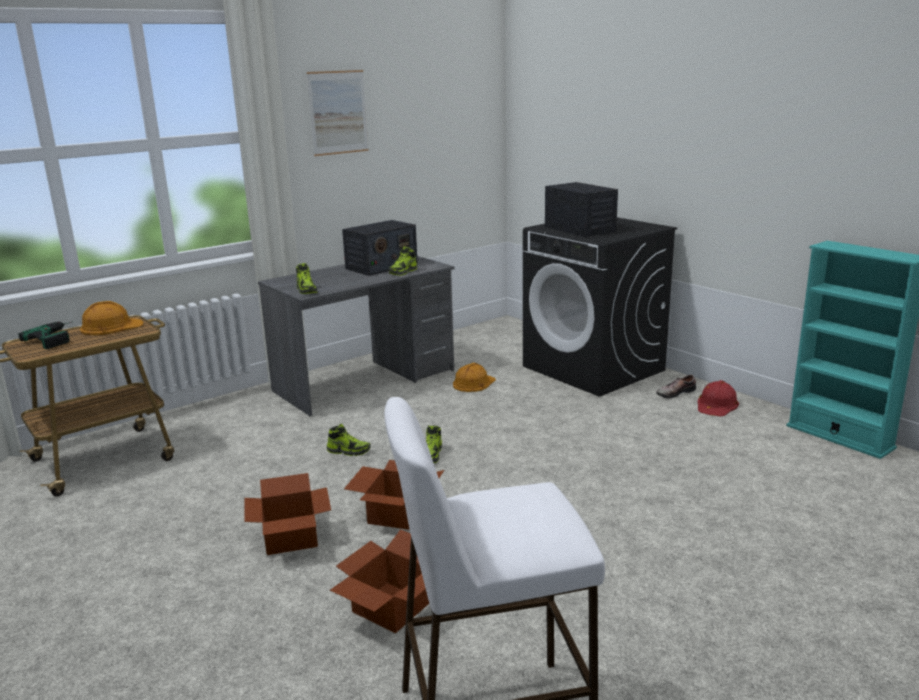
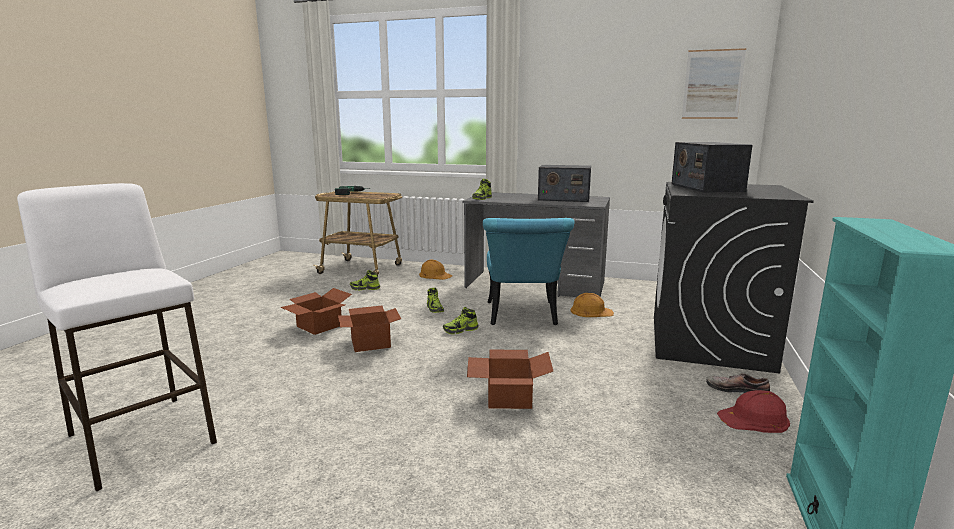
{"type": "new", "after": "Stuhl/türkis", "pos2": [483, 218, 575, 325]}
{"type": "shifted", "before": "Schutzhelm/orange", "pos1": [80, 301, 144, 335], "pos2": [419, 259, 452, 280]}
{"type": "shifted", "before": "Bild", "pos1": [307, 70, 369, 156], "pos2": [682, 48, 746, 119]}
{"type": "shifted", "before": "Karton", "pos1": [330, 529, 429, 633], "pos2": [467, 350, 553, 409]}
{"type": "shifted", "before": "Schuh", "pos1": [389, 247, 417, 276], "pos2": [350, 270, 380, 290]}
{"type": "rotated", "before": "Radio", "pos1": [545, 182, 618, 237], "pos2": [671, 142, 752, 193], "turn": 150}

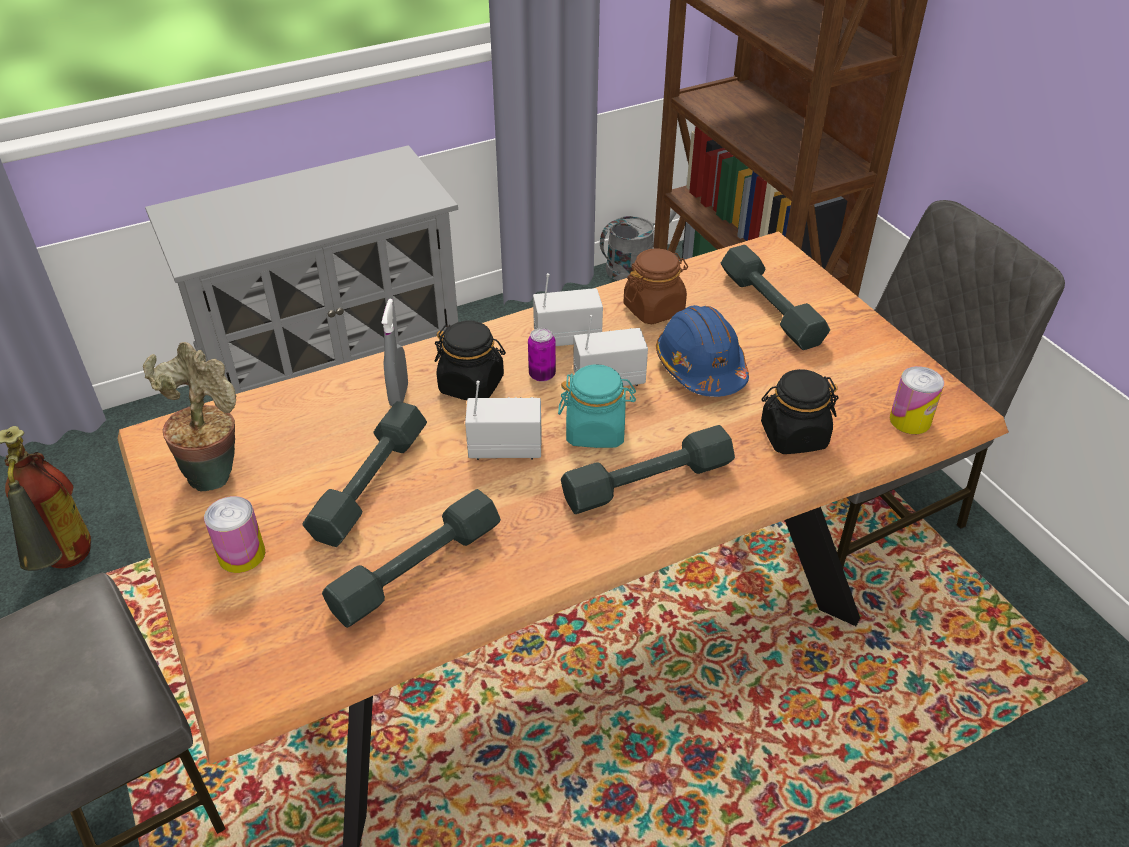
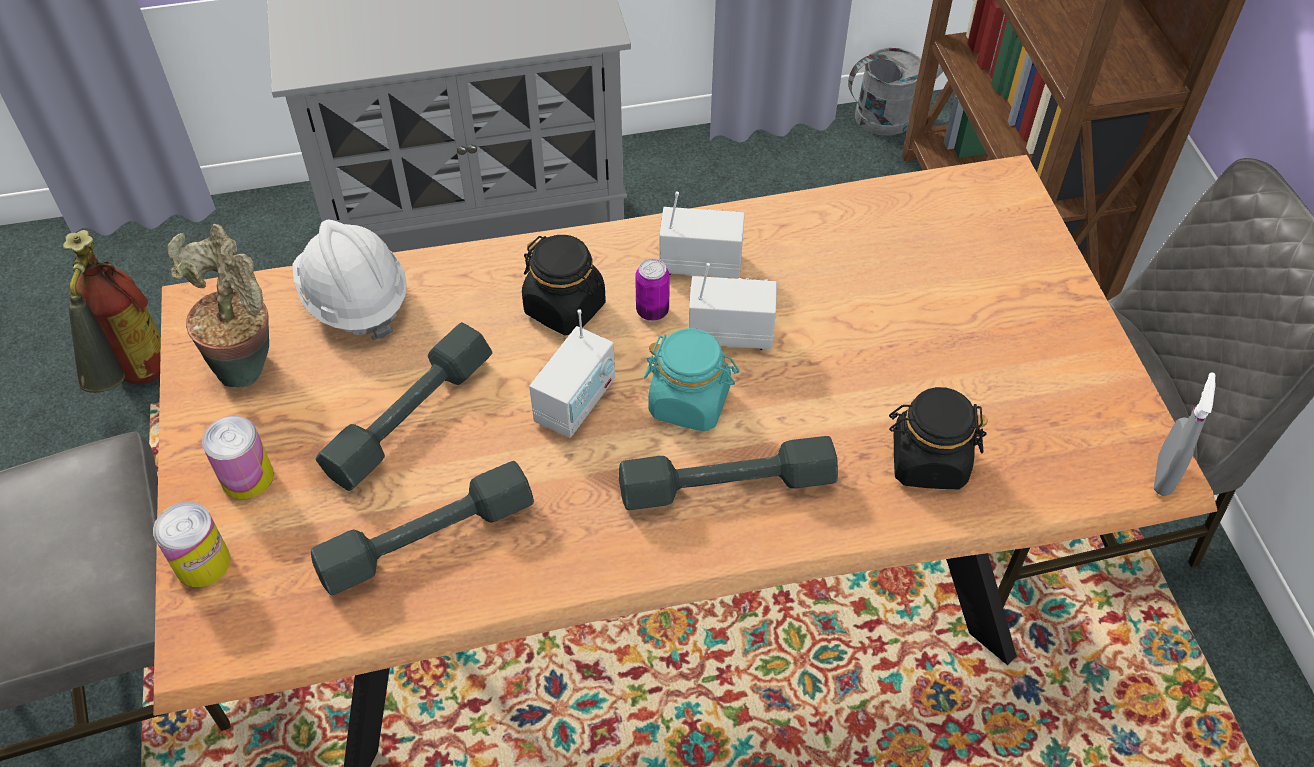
{"type": "gone", "before": "Vorratsglas/braun", "pos1": [623, 248, 688, 324]}
{"type": "gone", "before": "Schutzhelm/blau", "pos1": [656, 305, 749, 397]}
{"type": "gone", "before": "Hantel/grau", "pos1": [721, 245, 830, 350]}
{"type": "new", "after": "Schutzhelm/weiß", "pos2": [292, 219, 407, 340]}
{"type": "shifted", "before": "Sprühflasche/grau", "pos1": [382, 299, 408, 406], "pos2": [1154, 373, 1216, 496]}
{"type": "shifted", "before": "Dose", "pos1": [890, 366, 944, 434], "pos2": [153, 502, 231, 587]}
{"type": "rotated", "before": "Radio", "pos1": [465, 381, 542, 460], "pos2": [529, 309, 615, 438], "turn": 105}

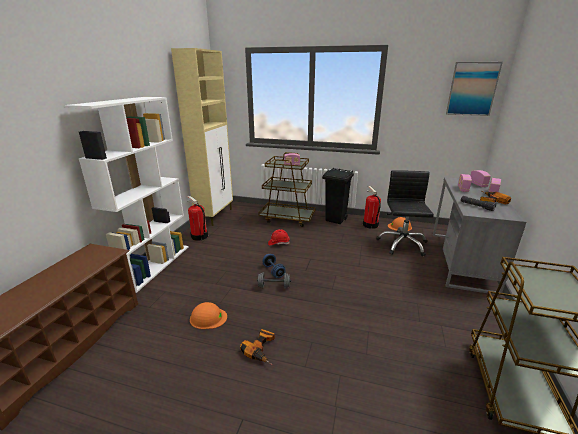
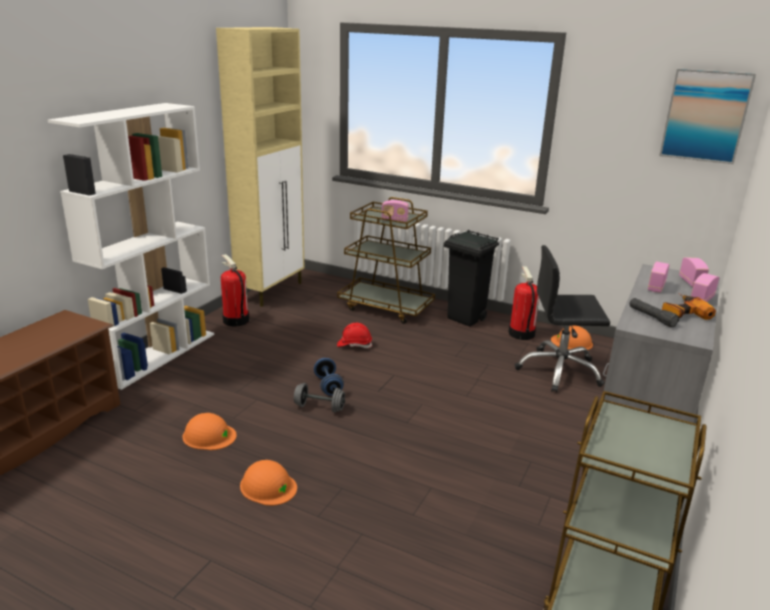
{"type": "swapped", "before": "Bohrmaschine", "after": "Schutzhelm/orange", "pos1": [240, 329, 275, 365], "pos2": [240, 460, 297, 506]}
{"type": "rotated", "before": "Bürostuhl/schwarz", "pos1": [376, 170, 434, 256], "pos2": [515, 245, 610, 393], "turn": -105}

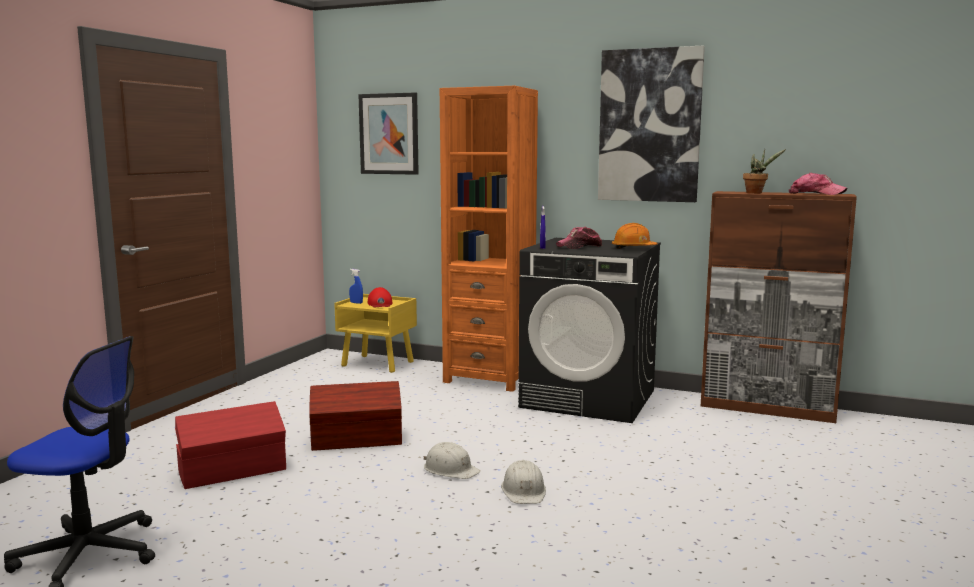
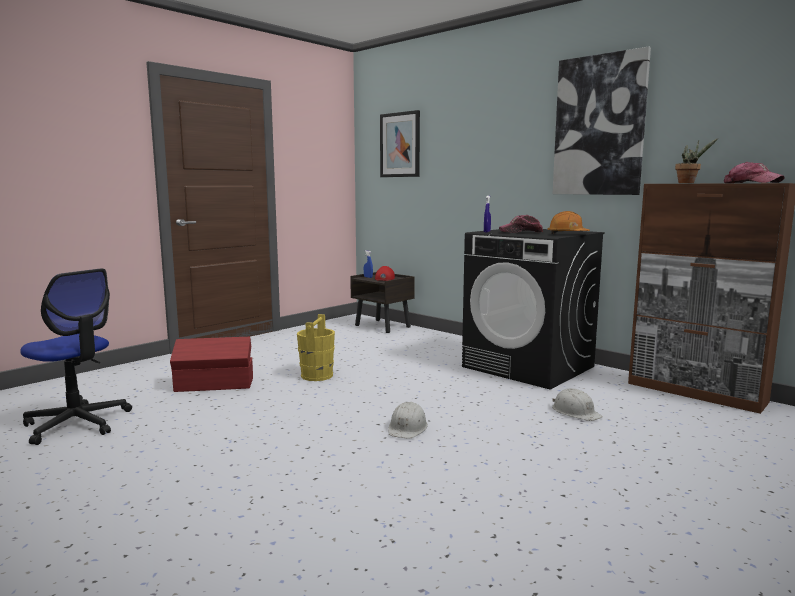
{"type": "gone", "before": "Bücherregal/orange", "pos1": [440, 86, 538, 392]}
{"type": "shifted", "before": "Schutzhelm/weiß", "pos1": [424, 442, 480, 479], "pos2": [552, 388, 603, 421]}
{"type": "swapped", "before": "Aufbewahrungsbox/braun", "after": "Eimer/gelb", "pos1": [309, 381, 402, 451], "pos2": [297, 314, 335, 381]}
{"type": "repainted", "before": "Nachttisch/gelb", "after": "Nachttisch/braun", "pos1": [334, 294, 417, 373], "pos2": [350, 272, 415, 333]}

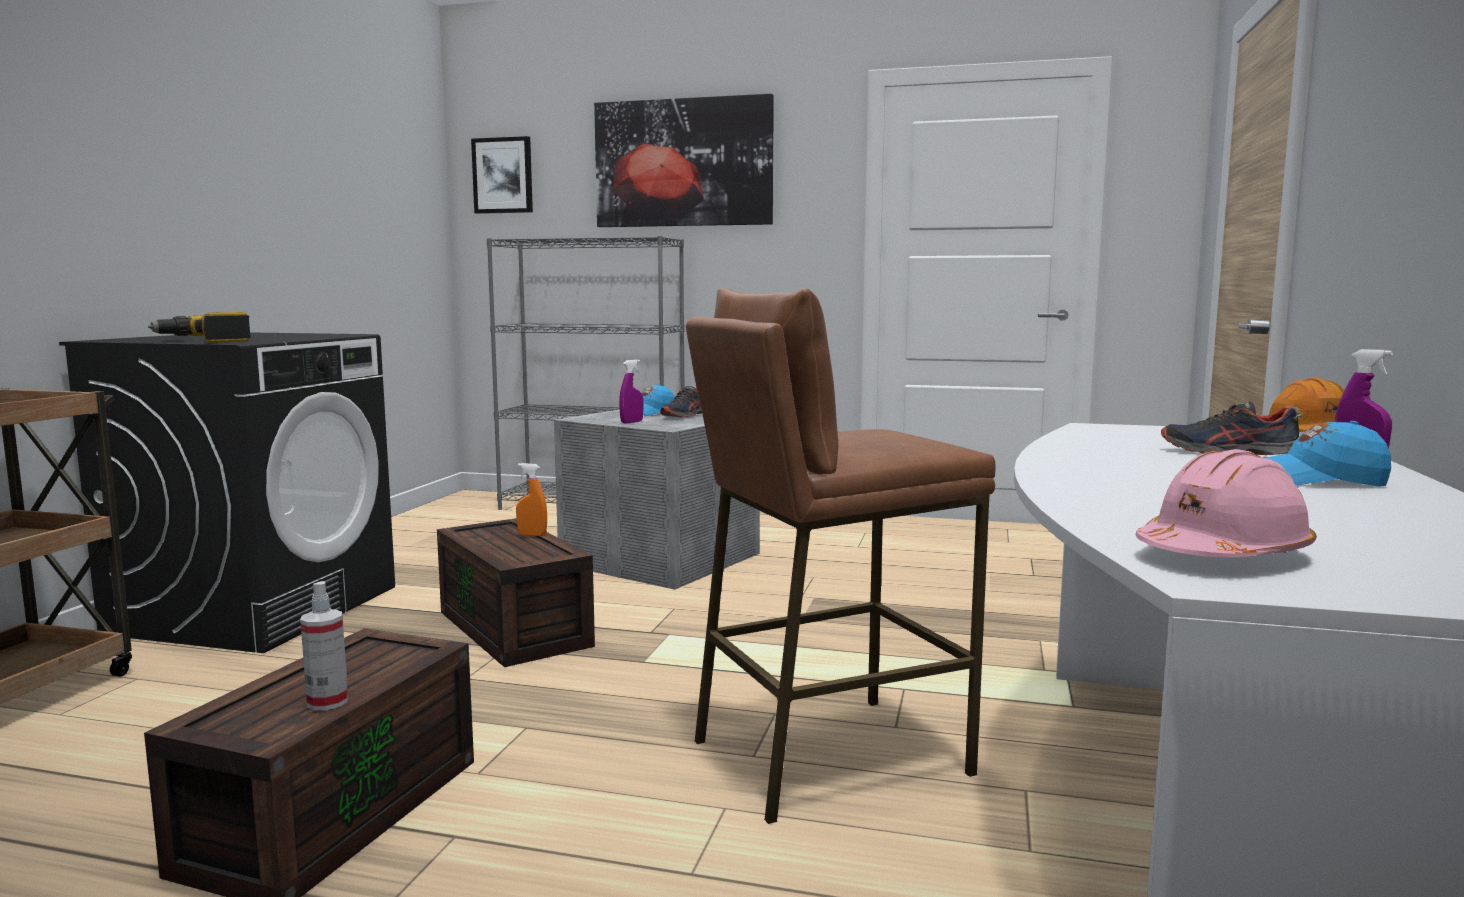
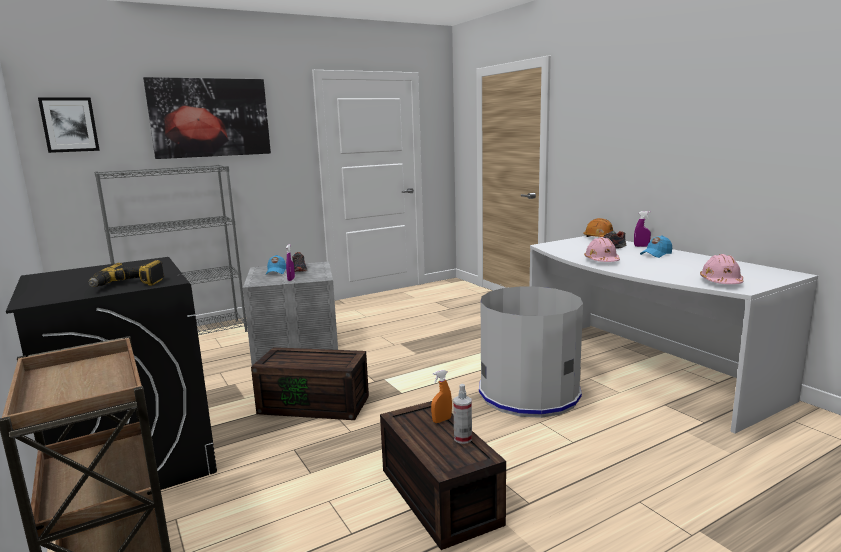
{"type": "new", "after": "Schutzhelm/rosa", "pos2": [584, 237, 620, 262]}
{"type": "shifted", "before": "Sprühflasche/orange", "pos1": [516, 463, 547, 536], "pos2": [431, 369, 452, 423]}
{"type": "swapped", "before": "Hocker/braun", "after": "Mülleimer/grau", "pos1": [686, 288, 995, 824], "pos2": [479, 286, 583, 418]}

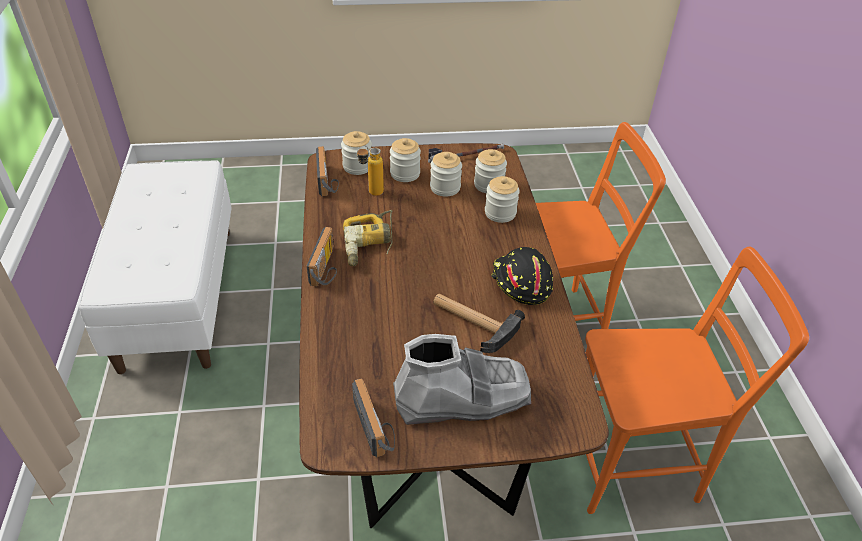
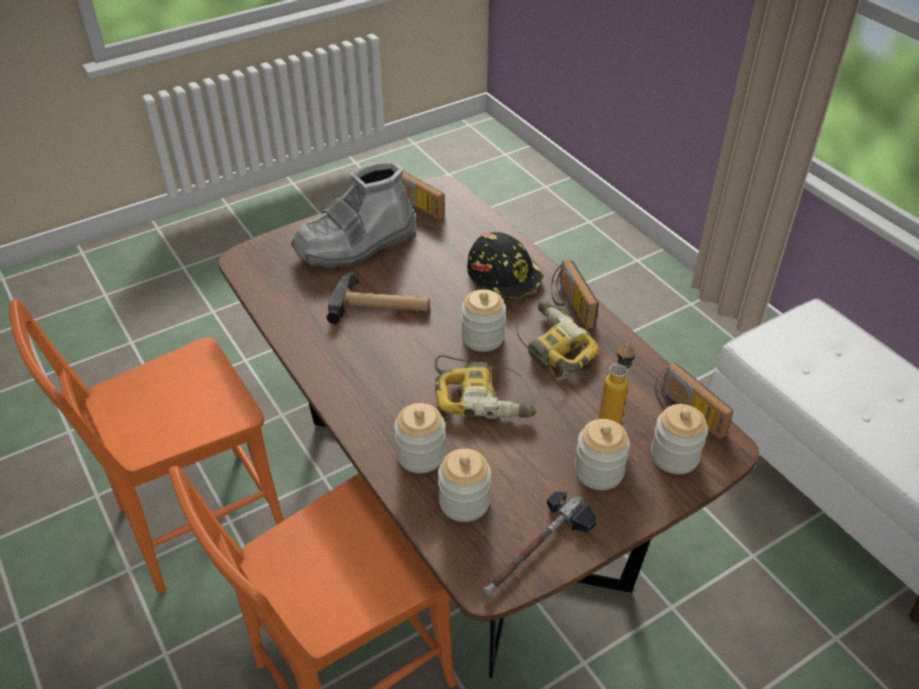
{"type": "new", "after": "Bohrmaschine", "pos2": [435, 355, 537, 419]}
{"type": "shifted", "before": "Vorratsglas", "pos1": [430, 152, 462, 197], "pos2": [461, 289, 506, 352]}
{"type": "shifted", "before": "Schutzhelm/schwarz", "pos1": [491, 247, 553, 305], "pos2": [467, 232, 544, 302]}

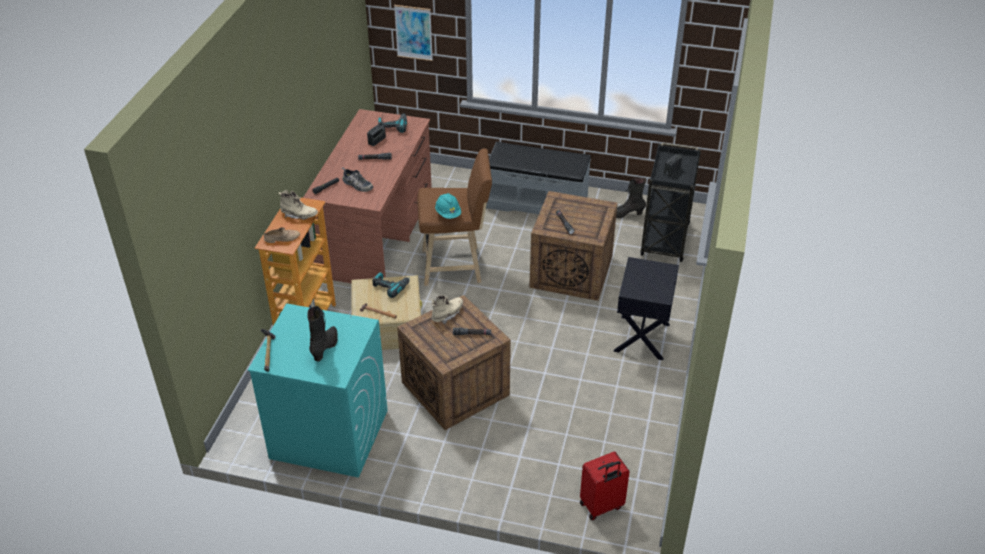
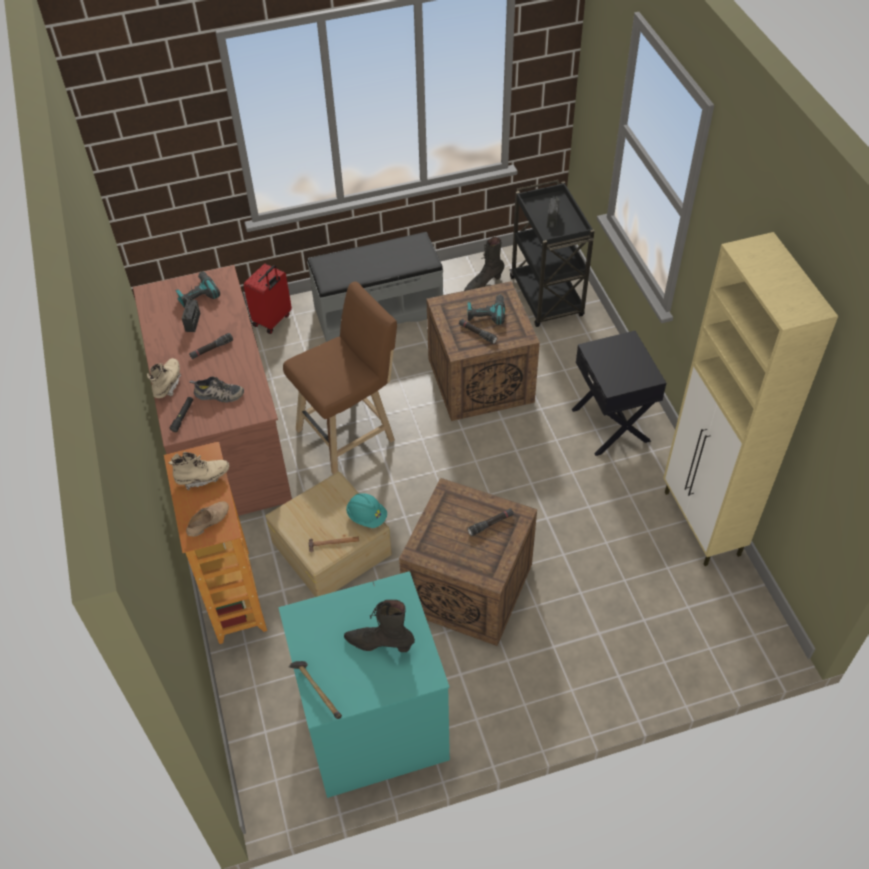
{"type": "gone", "before": "Bild", "pos1": [394, 5, 433, 61]}
{"type": "new", "after": "Schrank/beige", "pos2": [663, 232, 838, 566]}
{"type": "shifted", "before": "Bohrmaschine", "pos1": [373, 272, 410, 298], "pos2": [467, 294, 505, 325]}
{"type": "shifted", "before": "Stiefel/beige", "pos1": [432, 295, 463, 324], "pos2": [147, 358, 182, 398]}
{"type": "shifted", "before": "Schutzhelm/türkis", "pos1": [435, 193, 461, 219], "pos2": [346, 493, 387, 528]}
{"type": "shifted", "before": "Koffer/rot", "pos1": [580, 451, 630, 520], "pos2": [243, 264, 292, 334]}
{"type": "rotated", "before": "Stiefel/schwarz", "pos1": [307, 305, 338, 362], "pos2": [344, 600, 415, 652], "turn": -60}

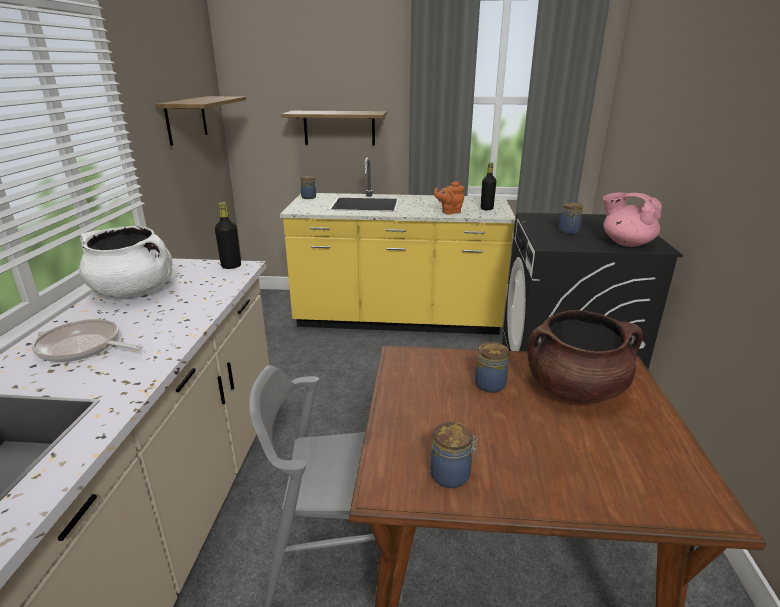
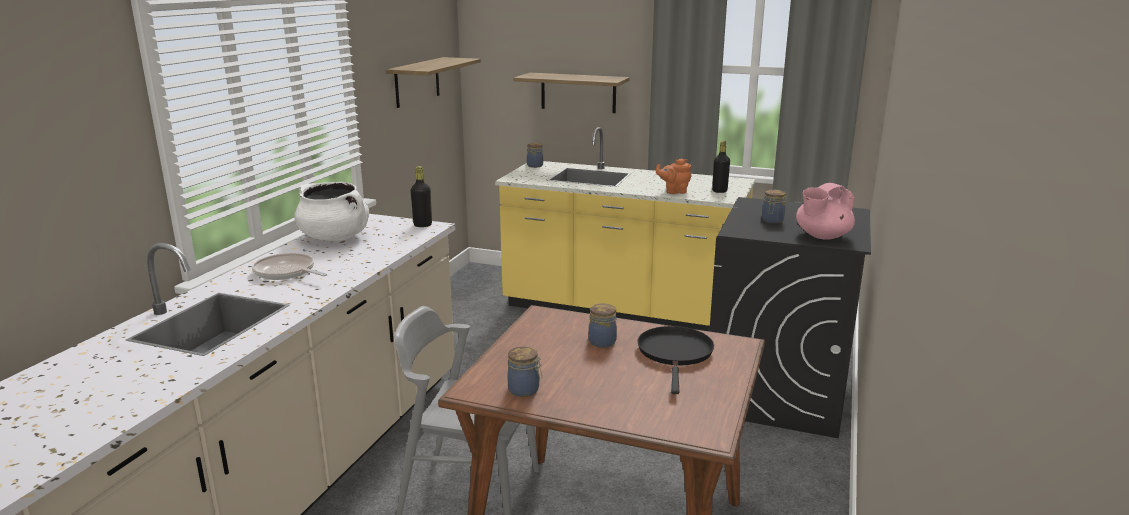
{"type": "swapped", "before": "Kochtopf/braun", "after": "Pfanne/schwarz", "pos1": [528, 310, 643, 403], "pos2": [637, 326, 714, 394]}
{"type": "rotated", "before": "Teekanne/rosa", "pos1": [603, 192, 662, 247], "pos2": [796, 183, 855, 240], "turn": -90}

